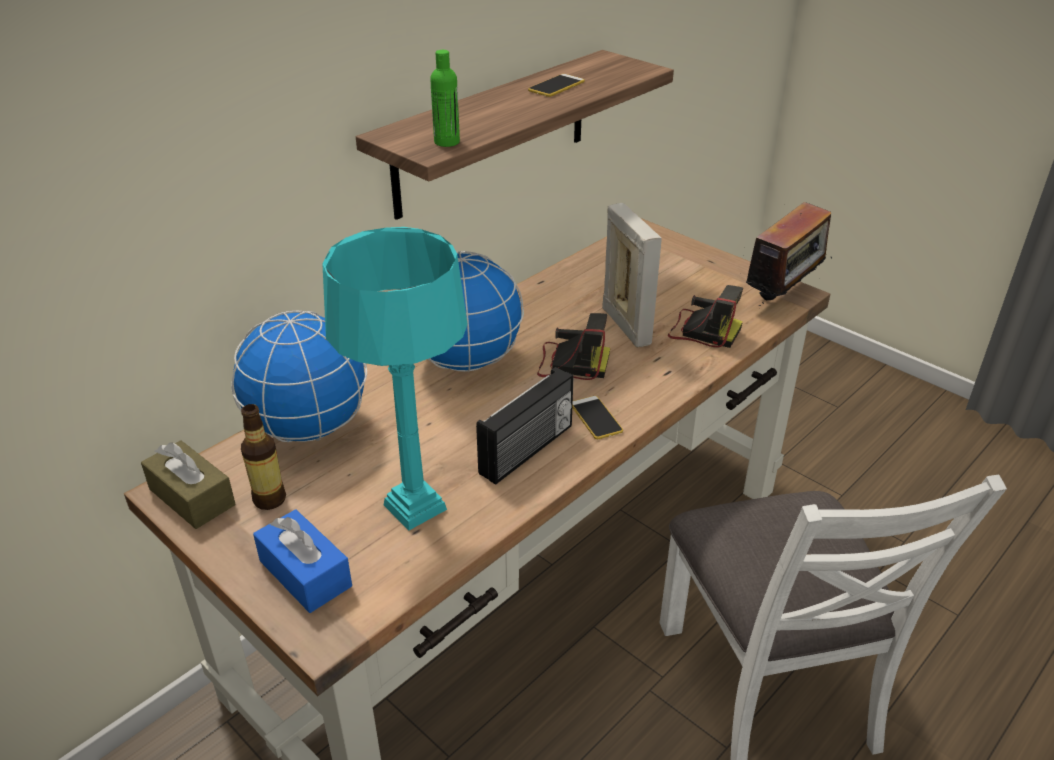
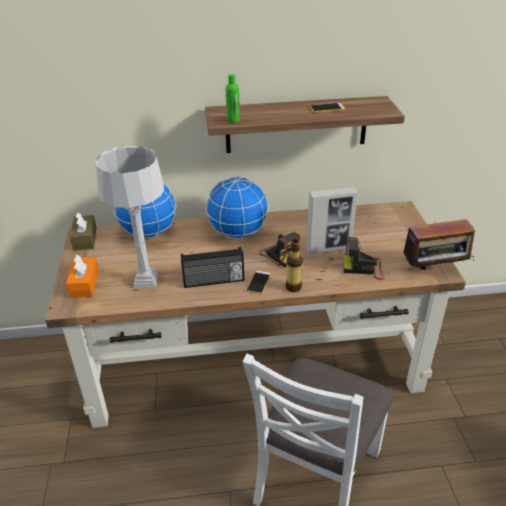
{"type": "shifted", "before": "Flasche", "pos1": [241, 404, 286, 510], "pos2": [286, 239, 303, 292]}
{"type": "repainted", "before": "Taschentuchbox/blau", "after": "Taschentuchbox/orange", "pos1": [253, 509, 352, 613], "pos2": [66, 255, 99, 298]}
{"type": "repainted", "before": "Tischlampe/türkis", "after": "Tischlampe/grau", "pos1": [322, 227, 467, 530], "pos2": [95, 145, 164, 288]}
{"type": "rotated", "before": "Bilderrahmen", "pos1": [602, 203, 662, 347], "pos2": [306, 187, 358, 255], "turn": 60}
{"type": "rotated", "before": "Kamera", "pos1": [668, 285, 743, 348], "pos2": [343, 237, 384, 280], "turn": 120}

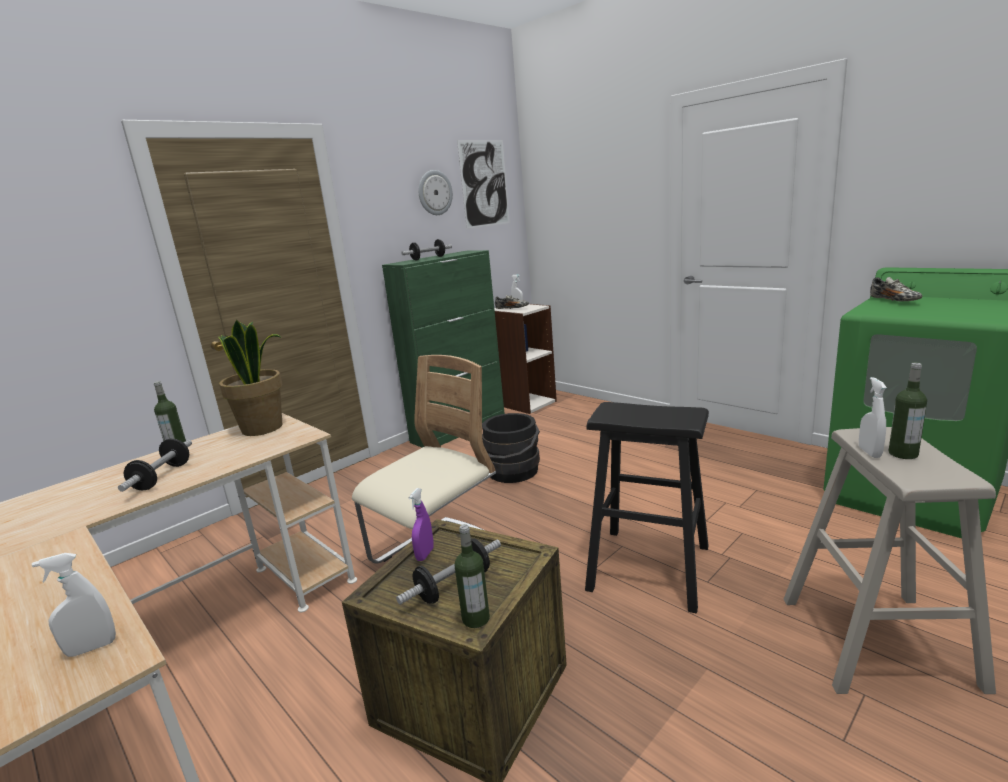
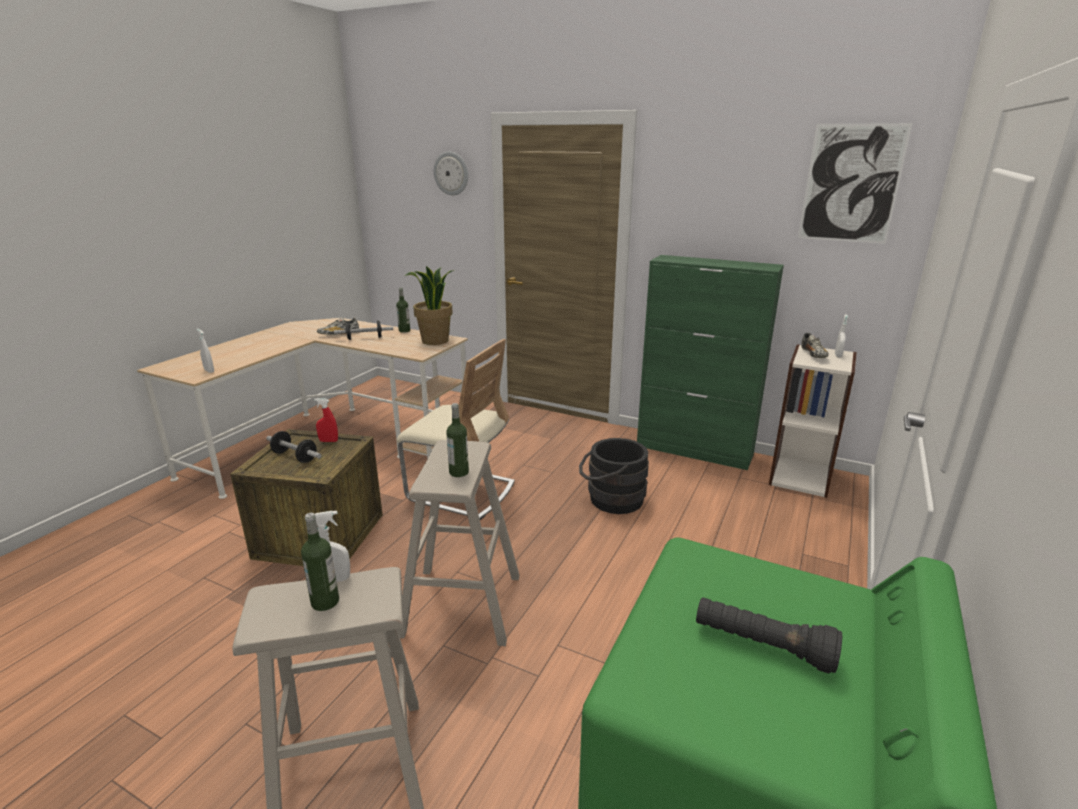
{"type": "gone", "before": "Hantel", "pos1": [401, 239, 452, 261]}
{"type": "new", "after": "Taschenlampe/schwarz", "pos2": [696, 597, 842, 674]}
{"type": "shifted", "before": "Wanduhr", "pos1": [418, 170, 453, 215], "pos2": [434, 151, 468, 195]}
{"type": "shifted", "before": "Flasche", "pos1": [455, 524, 490, 628], "pos2": [446, 403, 469, 477]}
{"type": "shifted", "before": "Schuh", "pos1": [870, 277, 923, 302], "pos2": [317, 317, 359, 335]}
{"type": "repainted", "before": "Sprühflasche/lila", "after": "Sprühflasche/rot", "pos1": [408, 488, 434, 561], "pos2": [314, 398, 338, 442]}
{"type": "repainted", "before": "Hocker/schwarz", "after": "Hocker/beige", "pos1": [585, 402, 709, 613], "pos2": [397, 440, 520, 646]}

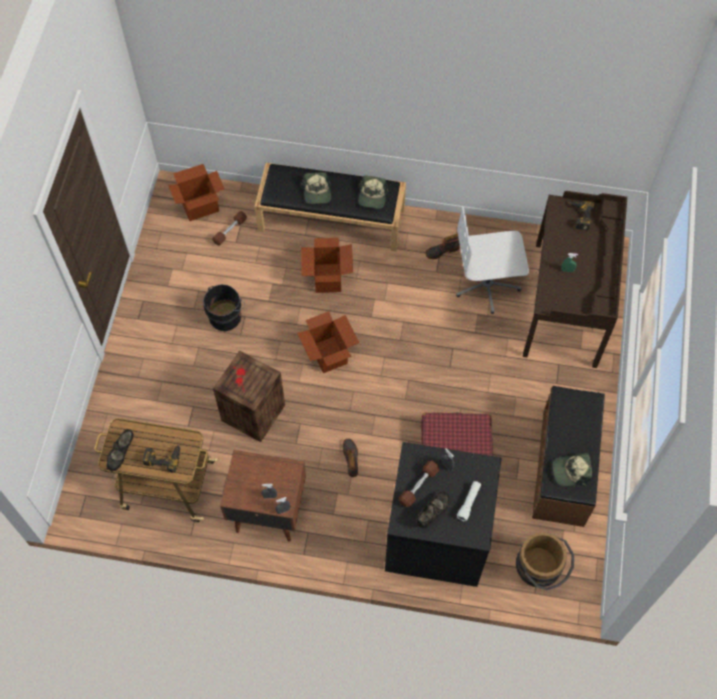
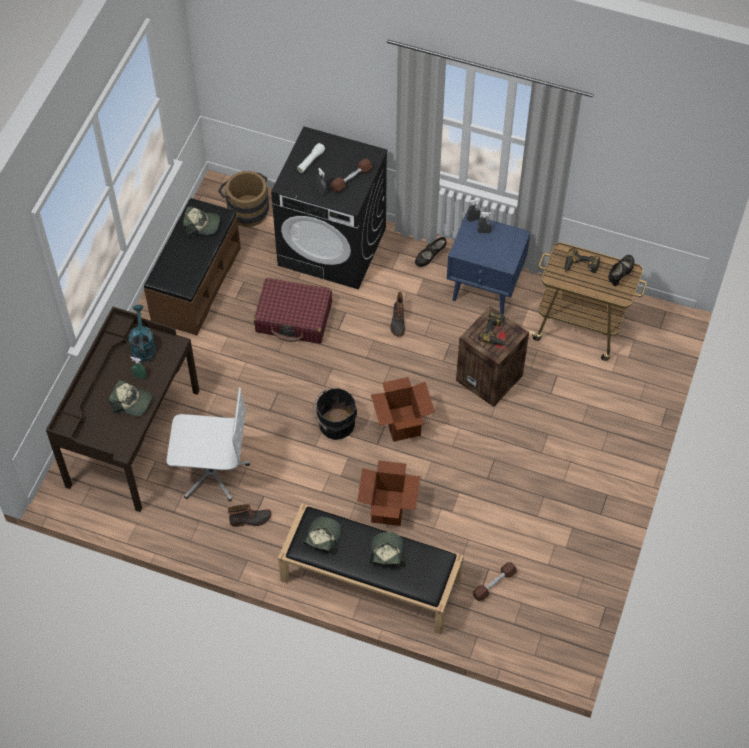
{"type": "gone", "before": "Karton", "pos1": [168, 164, 225, 221]}
{"type": "new", "after": "Kappe", "pos2": [109, 380, 152, 416]}
{"type": "new", "after": "Gießkanne/türkis", "pos2": [129, 305, 156, 362]}
{"type": "shifted", "before": "Eimer/schwarz", "pos1": [203, 284, 245, 332], "pos2": [312, 388, 357, 440]}
{"type": "shifted", "before": "Schuh/schwarz", "pos1": [417, 492, 450, 528], "pos2": [415, 237, 447, 267]}
{"type": "shifted", "before": "Bohrmaschine", "pos1": [568, 201, 595, 230], "pos2": [478, 311, 506, 346]}
{"type": "repainted", "before": "Nachttisch/braun", "after": "Nachttisch/blau", "pos1": [220, 450, 306, 542], "pos2": [447, 213, 531, 315]}

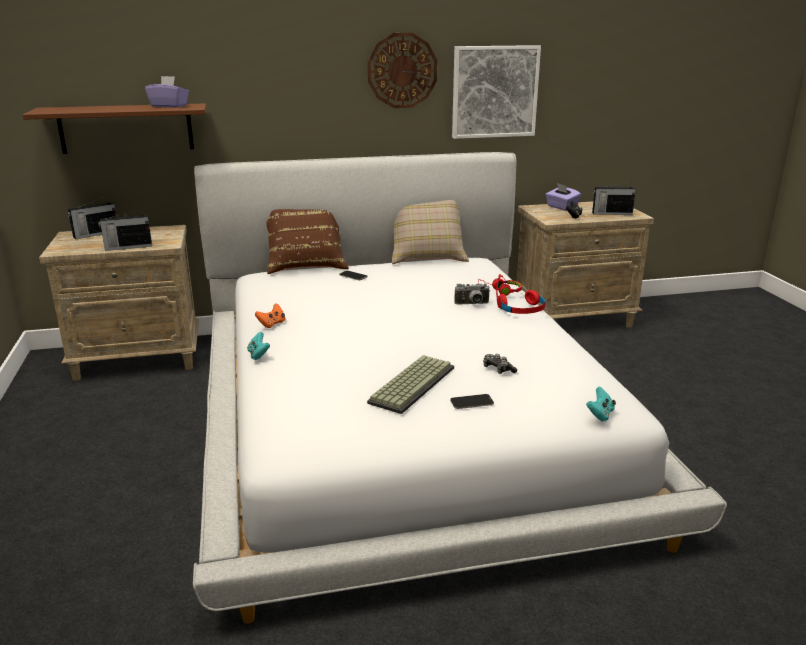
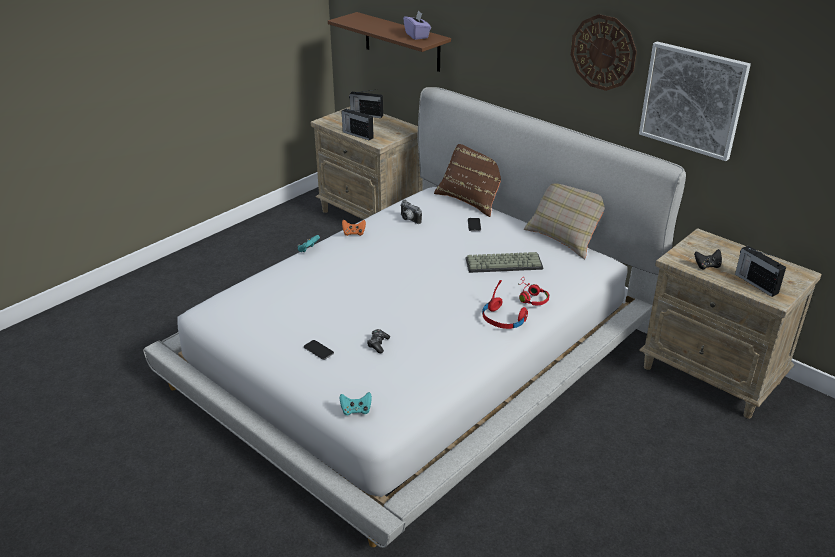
{"type": "gone", "before": "Taschentuchbox/lila", "pos1": [545, 183, 581, 211]}
{"type": "shifted", "before": "Tastatur", "pos1": [367, 355, 454, 414], "pos2": [466, 252, 543, 273]}
{"type": "shifted", "before": "Kamera", "pos1": [454, 283, 490, 304], "pos2": [400, 200, 422, 224]}

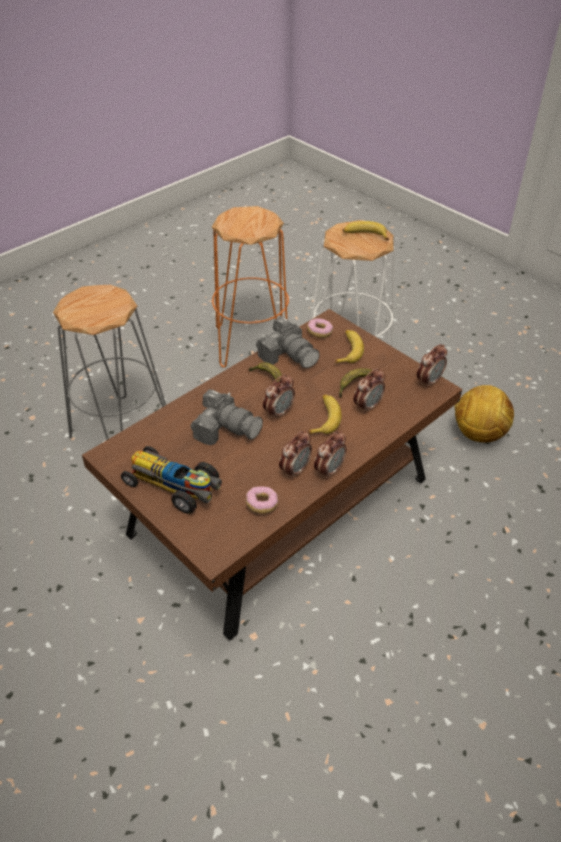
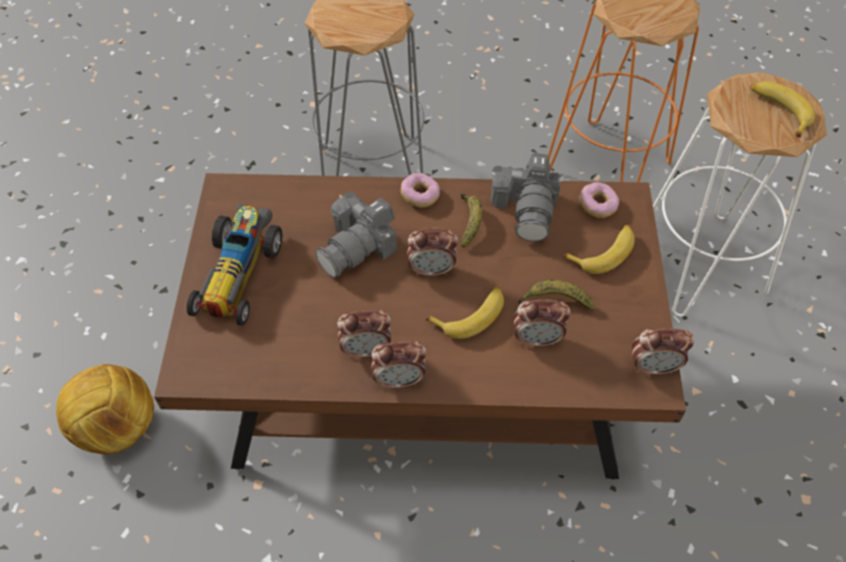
{"type": "shifted", "before": "Donut", "pos1": [246, 486, 278, 514], "pos2": [401, 173, 440, 207]}
{"type": "shifted", "before": "Fußball", "pos1": [454, 385, 514, 443], "pos2": [56, 364, 154, 455]}
{"type": "rotated", "before": "Spielzeugauto", "pos1": [121, 446, 222, 514], "pos2": [187, 204, 282, 326], "turn": -150}
{"type": "rotated", "before": "Kamera", "pos1": [191, 389, 263, 445], "pos2": [316, 192, 397, 278], "turn": 60}

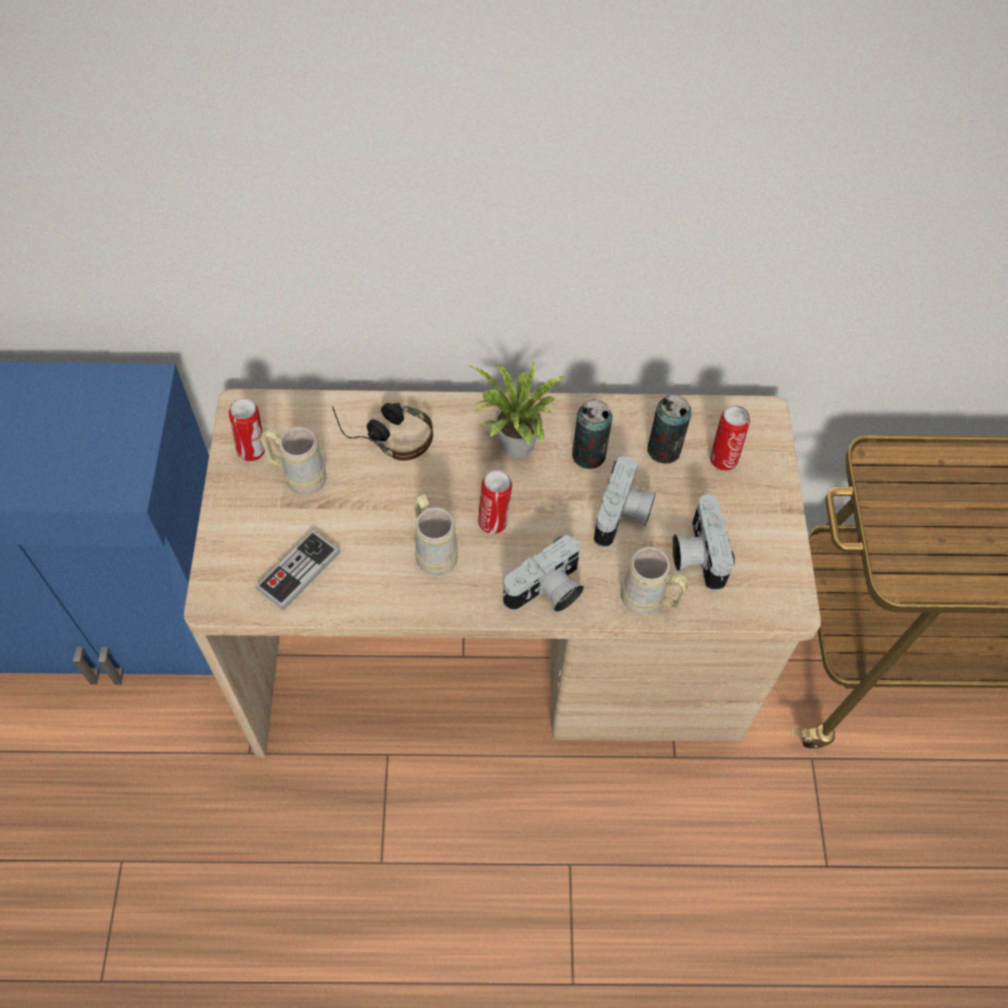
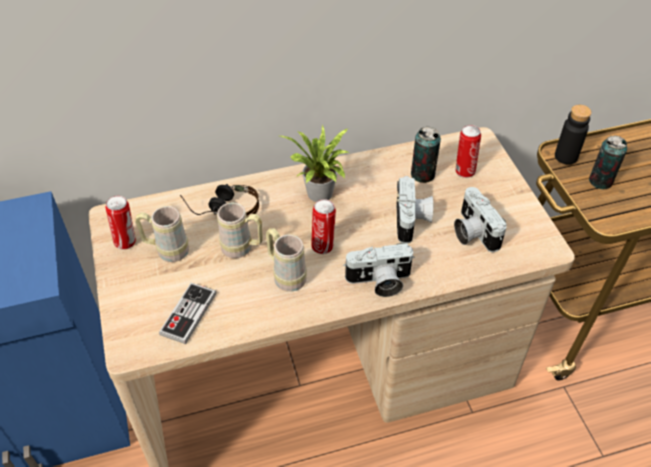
{"type": "new", "after": "Flasche/schwarz", "pos2": [555, 105, 592, 165]}
{"type": "shifted", "before": "Dose", "pos1": [572, 399, 612, 469], "pos2": [589, 135, 627, 189]}
{"type": "shifted", "before": "Henkelbecher/beige", "pos1": [621, 547, 689, 615], "pos2": [217, 202, 263, 258]}
{"type": "rotated", "before": "Kamera", "pos1": [503, 534, 584, 612], "pos2": [343, 243, 414, 297], "turn": 45}

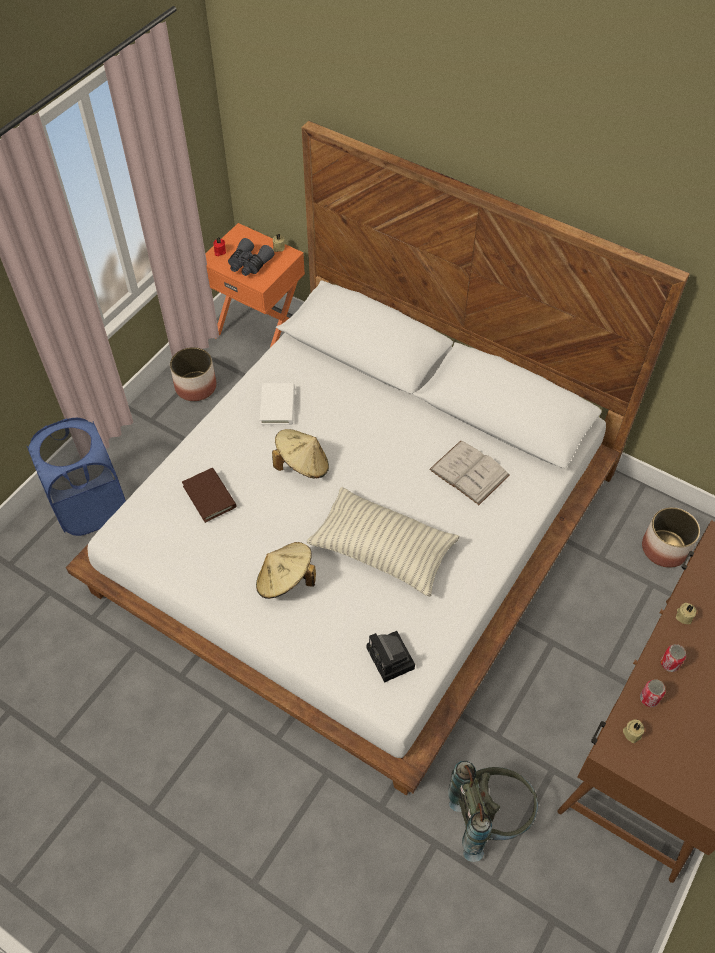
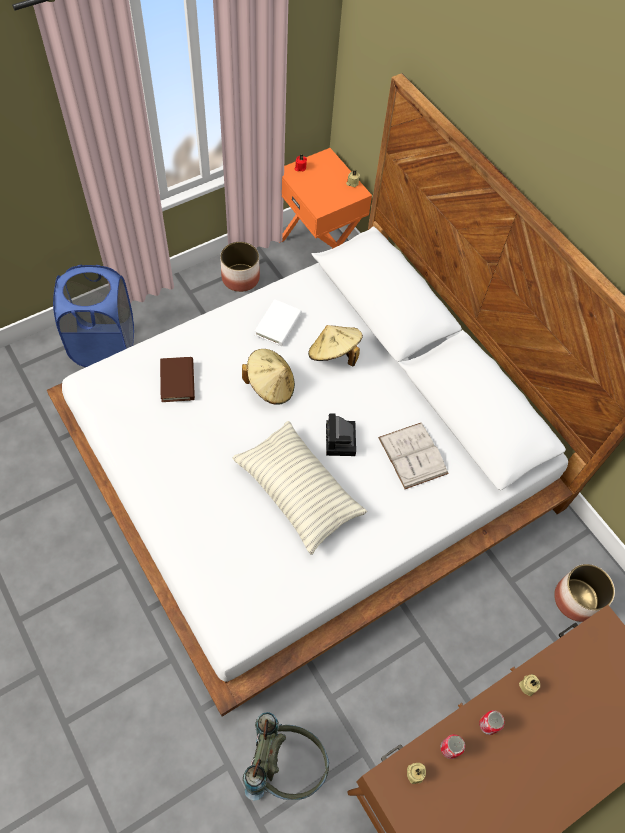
{"type": "gone", "before": "Fernglas/grau", "pos1": [228, 238, 274, 276]}
{"type": "shifted", "before": "Hut/beige", "pos1": [256, 542, 316, 599], "pos2": [308, 325, 363, 367]}
{"type": "shifted", "before": "Kamera", "pos1": [367, 631, 415, 683], "pos2": [326, 413, 356, 456]}

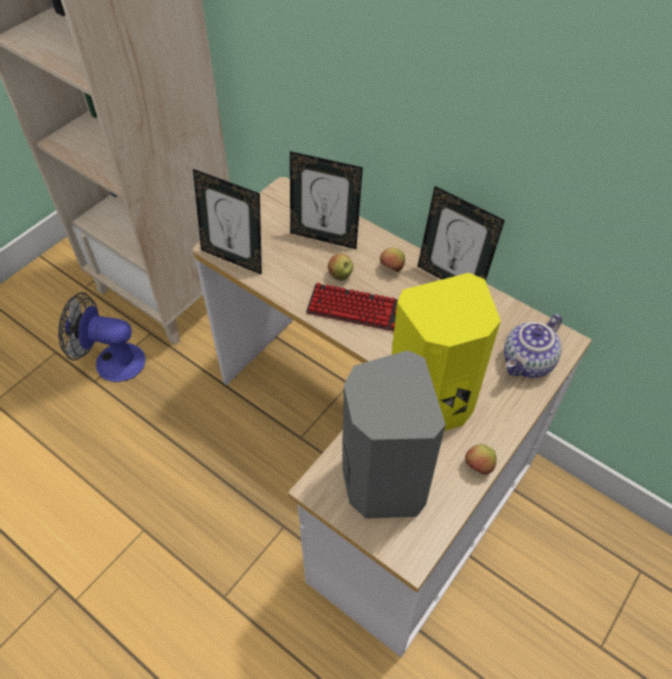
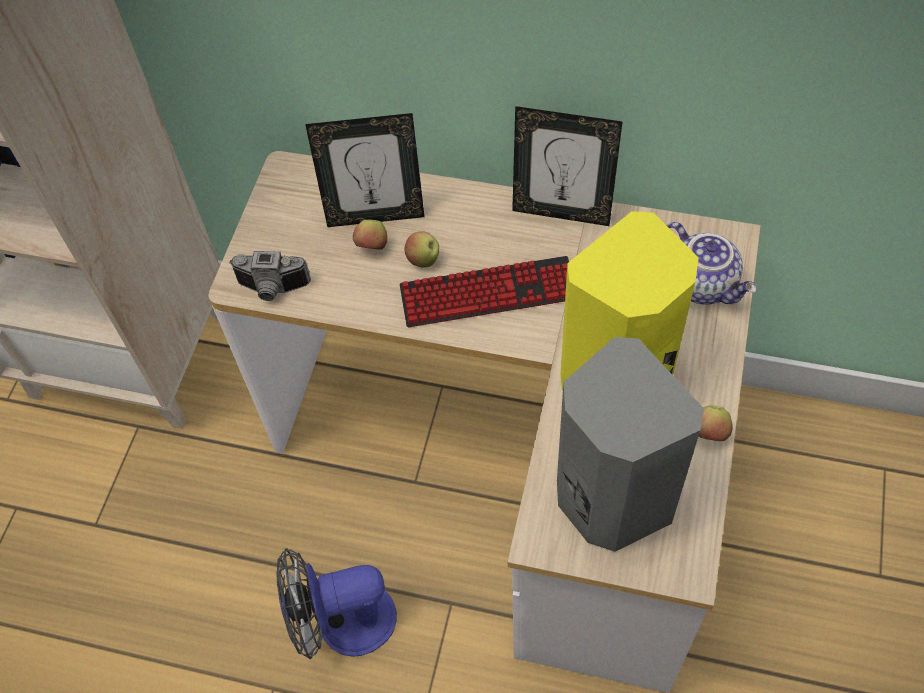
{"type": "shifted", "before": "Ventilator", "pos1": [58, 292, 146, 382], "pos2": [277, 548, 397, 659]}
{"type": "shifted", "before": "Apfel", "pos1": [380, 247, 405, 272], "pos2": [353, 220, 388, 250]}
{"type": "swapped", "before": "Bilderrahmen", "after": "Kamera", "pos1": [193, 169, 262, 275], "pos2": [229, 251, 311, 301]}
{"type": "rotated", "before": "Teekanne", "pos1": [504, 314, 562, 378], "pos2": [667, 222, 757, 305], "turn": -60}

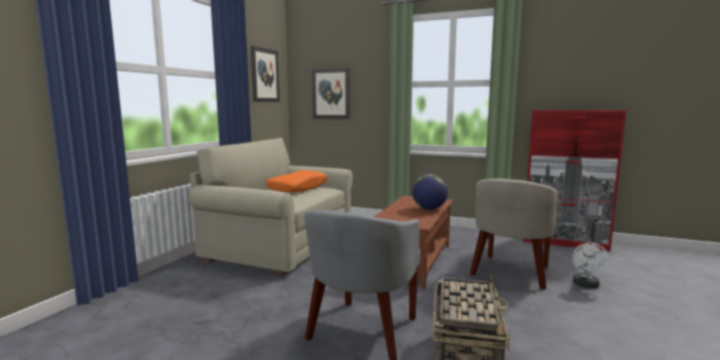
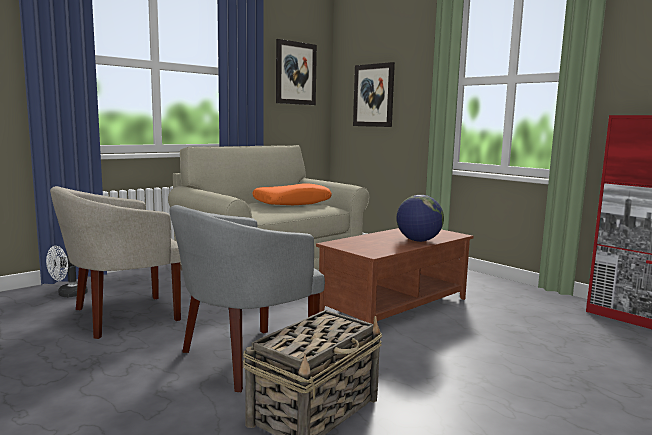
{"type": "shifted", "before": "Sessel/beige", "pos1": [470, 179, 558, 290], "pos2": [50, 186, 181, 339]}
{"type": "shifted", "before": "Ventilator/weiß", "pos1": [572, 243, 609, 288], "pos2": [46, 246, 88, 297]}

